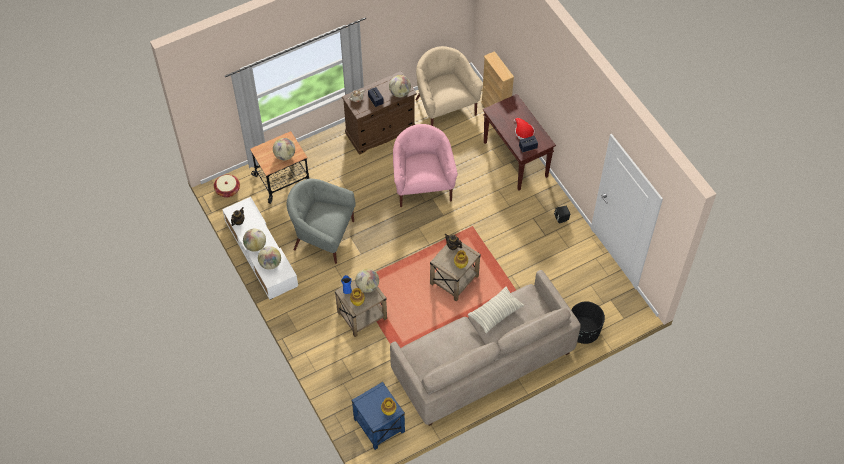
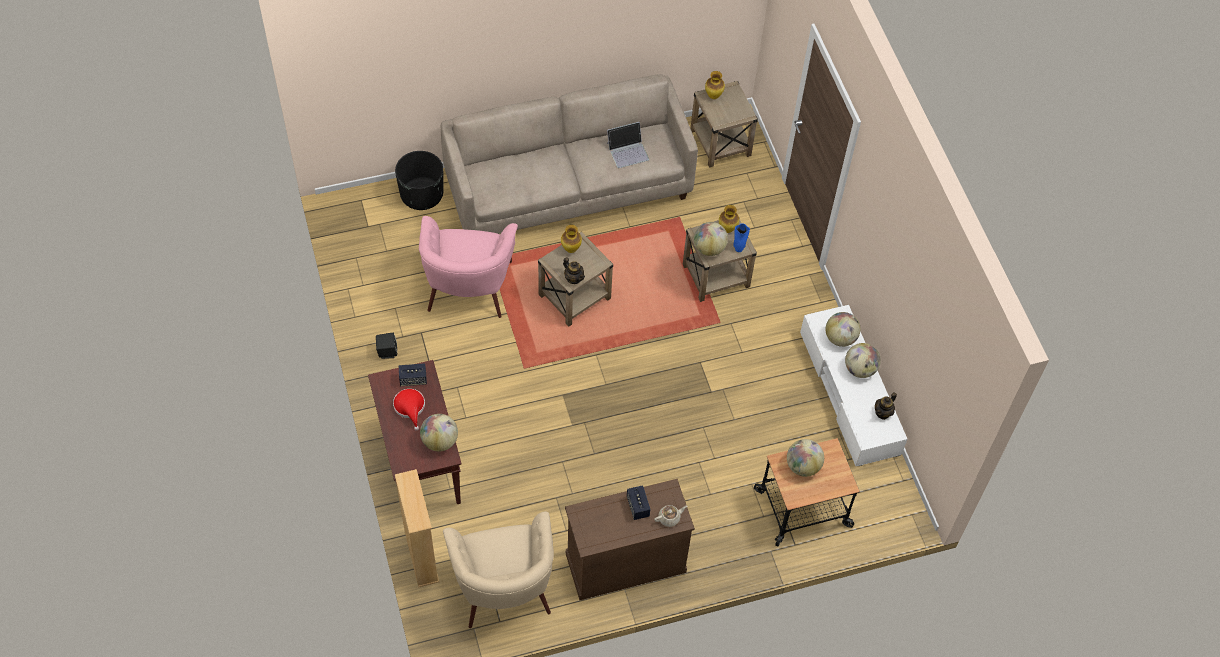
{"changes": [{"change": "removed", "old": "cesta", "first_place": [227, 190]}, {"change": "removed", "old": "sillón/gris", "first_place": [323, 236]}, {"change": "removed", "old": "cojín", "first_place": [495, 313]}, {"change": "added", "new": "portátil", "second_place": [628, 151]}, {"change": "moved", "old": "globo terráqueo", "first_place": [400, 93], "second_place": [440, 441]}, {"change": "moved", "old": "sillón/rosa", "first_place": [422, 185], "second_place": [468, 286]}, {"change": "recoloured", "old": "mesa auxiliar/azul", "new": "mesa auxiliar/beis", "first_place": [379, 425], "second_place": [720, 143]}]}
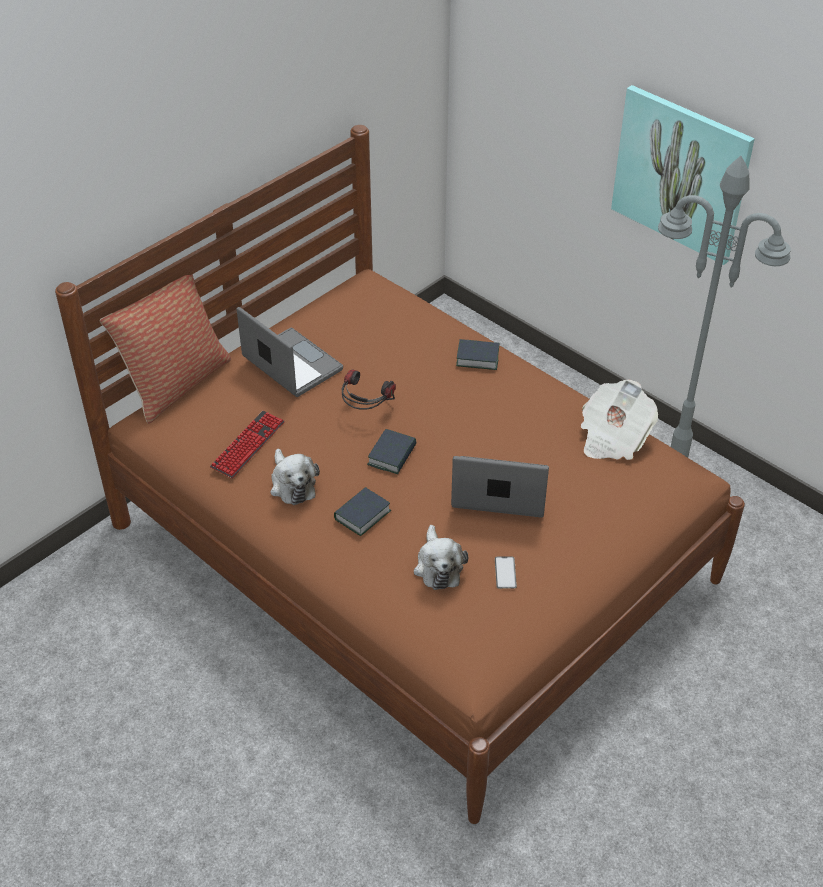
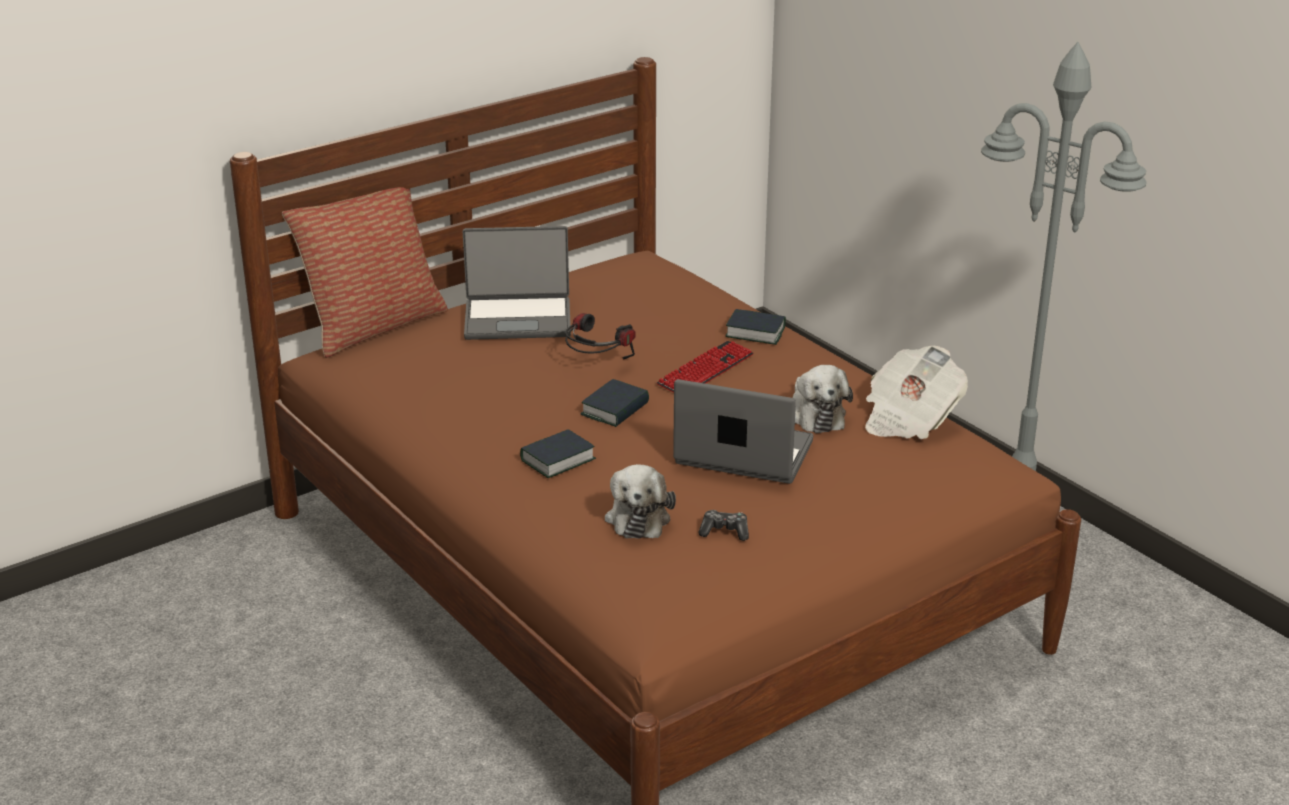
{"changes": [{"change": "removed", "old": "cuadro", "first_place": [680, 174]}, {"change": "moved", "old": "teclado", "first_place": [248, 445], "second_place": [705, 370]}, {"change": "moved", "old": "peluche", "first_place": [292, 484], "second_place": [815, 415]}, {"change": "replaced", "old": "móvil", "new": "mando de consola", "first_place": [505, 572], "second_place": [724, 531]}, {"change": "turned", "old": "portátil", "first_place": [291, 365], "second_place": [518, 319], "degrees": 120}]}
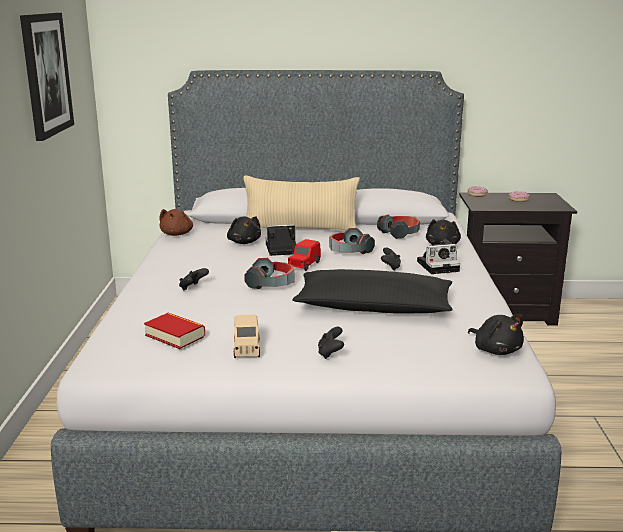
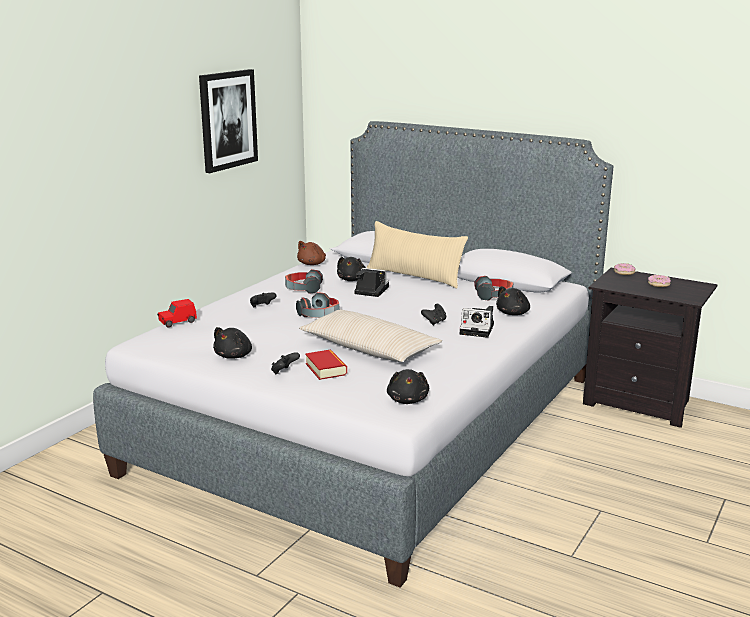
{"changes": [{"change": "moved", "old": "libro", "first_place": [175, 336], "second_place": [326, 369]}, {"change": "moved", "old": "coche de juguete/rojo", "first_place": [304, 265], "second_place": [177, 322]}, {"change": "moved", "old": "auriculares", "first_place": [349, 251], "second_place": [303, 289]}, {"change": "replaced", "old": "coche de juguete/beis", "new": "peluche/negro", "first_place": [246, 349], "second_place": [234, 356]}, {"change": "recoloured", "old": "cojín/negro", "new": "cojín/beis", "first_place": [373, 307], "second_place": [369, 349]}]}
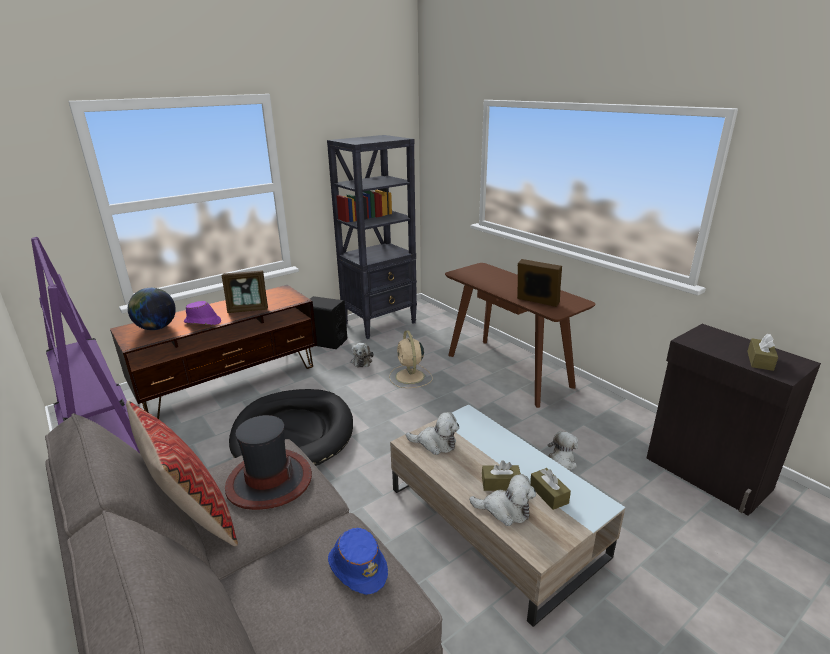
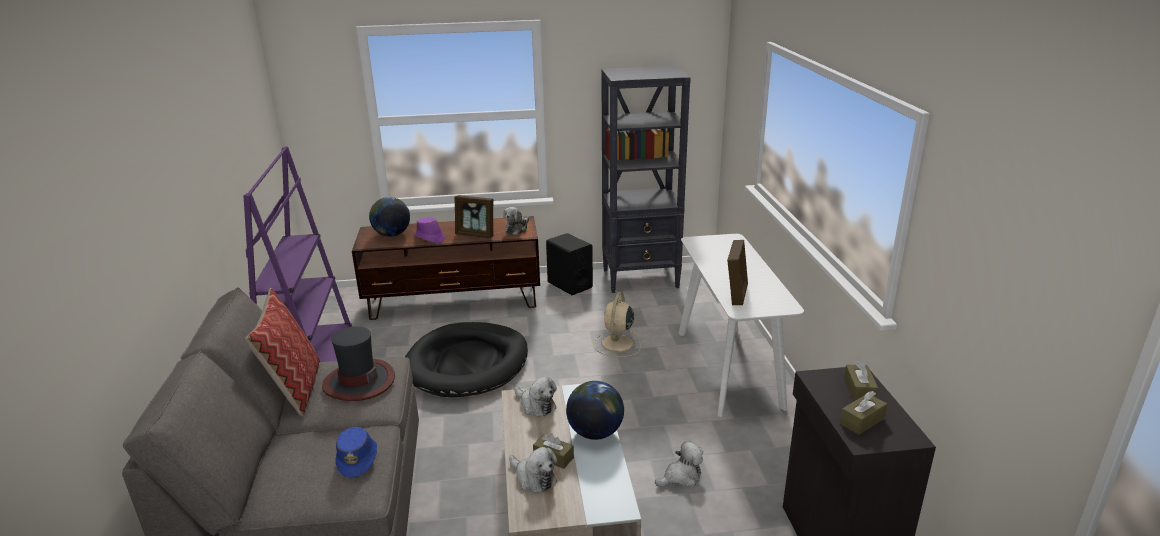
{"changes": [{"change": "added", "new": "globo terráqueo", "second_place": [595, 432]}, {"change": "moved", "old": "peluche", "first_place": [361, 361], "second_place": [517, 229]}, {"change": "moved", "old": "caja de pañuelos/marrón", "first_place": [549, 494], "second_place": [859, 390]}, {"change": "recoloured", "old": "mesa consola/marrón", "new": "mesa consola/blanco", "first_place": [508, 370], "second_place": [729, 368]}, {"change": "turned", "old": "portarretratos", "first_place": [536, 302], "second_place": [736, 294], "degrees": 45}]}
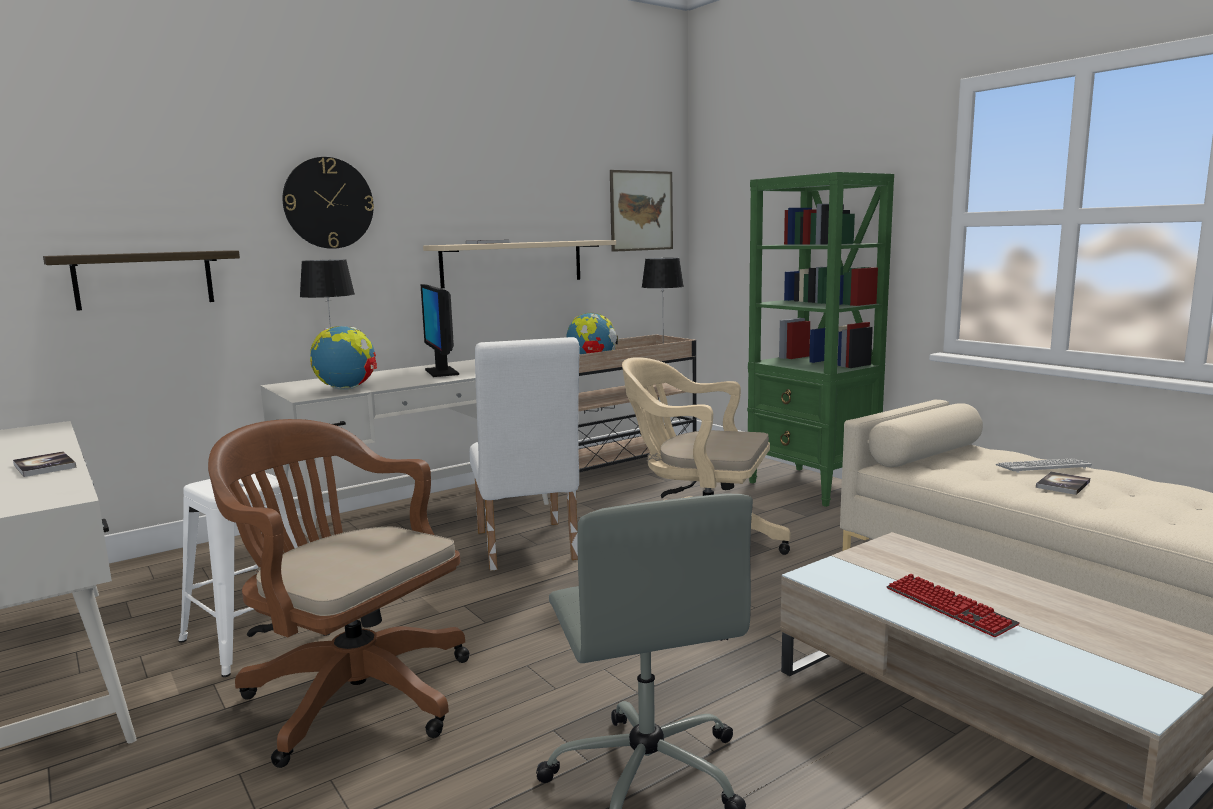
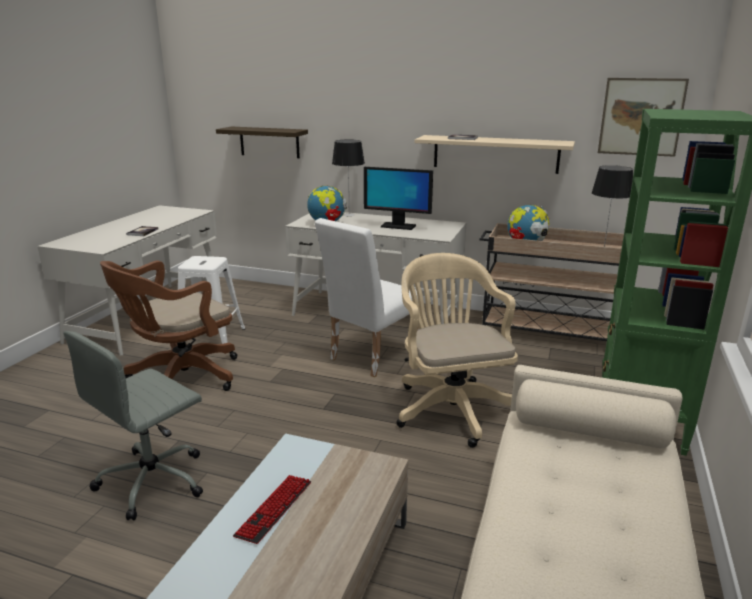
{"changes": [{"change": "removed", "old": "reloj de pared", "first_place": [328, 203]}, {"change": "removed", "old": "teclado", "first_place": [1043, 466]}, {"change": "removed", "old": "libro", "first_place": [1063, 484]}, {"change": "turned", "old": "silla de oficina/marrón", "first_place": [350, 693], "second_place": [179, 379], "degrees": -135}, {"change": "turned", "old": "monitor", "first_place": [441, 372], "second_place": [398, 226], "degrees": -105}]}
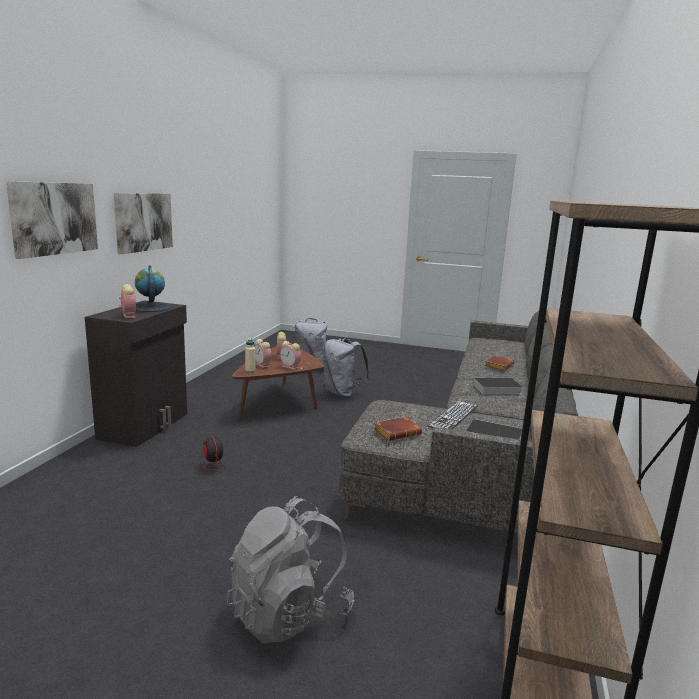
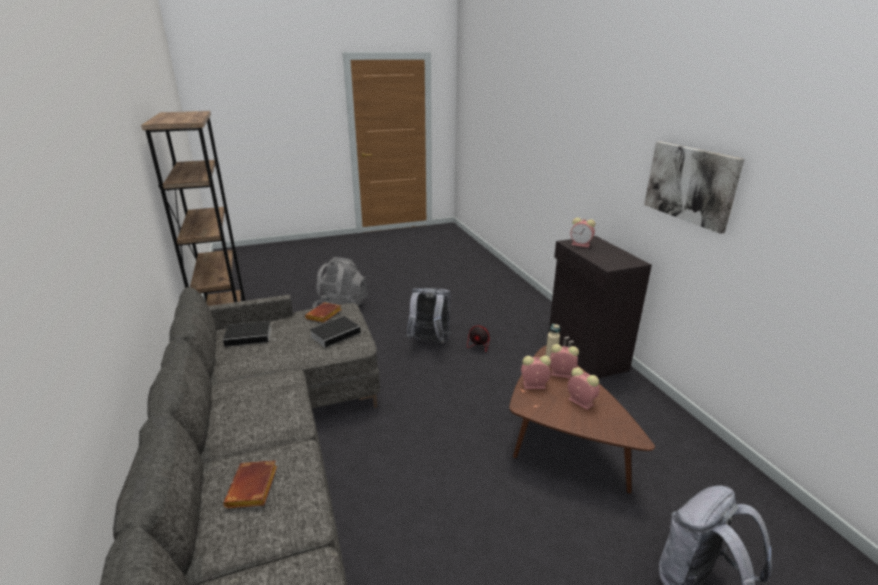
{"changes": [{"change": "removed", "old": "cuadro", "first_place": [54, 218]}, {"change": "removed", "old": "globo terráqueo", "first_place": [151, 307]}, {"change": "removed", "old": "teclado", "first_place": [453, 416]}, {"change": "moved", "old": "mochila/gris", "first_place": [342, 393], "second_place": [429, 343]}, {"change": "moved", "old": "libro", "first_place": [495, 389], "second_place": [336, 333]}]}
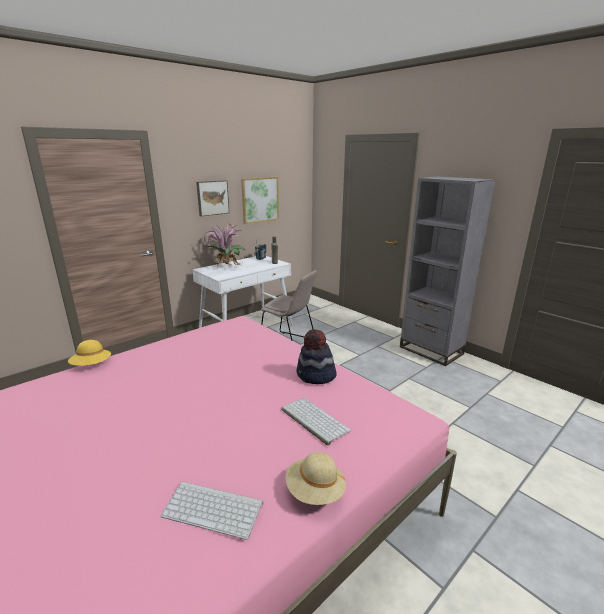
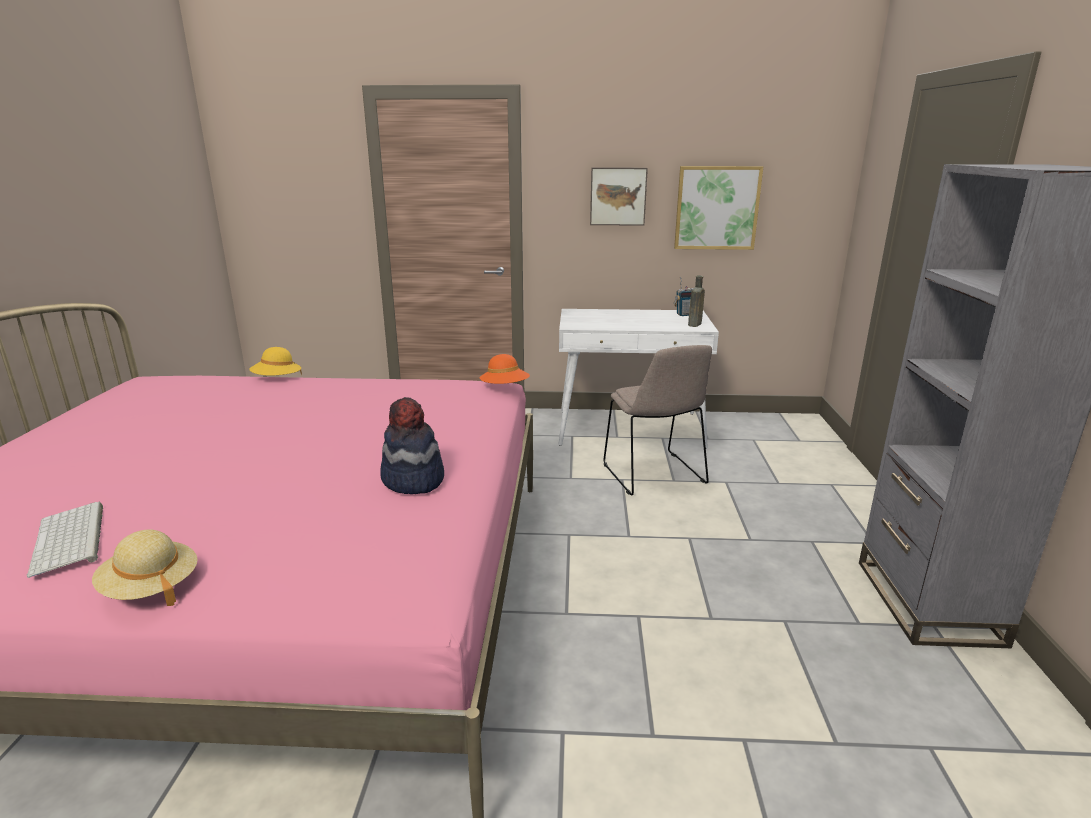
{"changes": [{"change": "removed", "old": "planta en maceta", "first_place": [225, 267]}, {"change": "removed", "old": "teclado", "first_place": [313, 420]}, {"change": "added", "new": "sombrero/naranja", "second_place": [505, 388]}]}
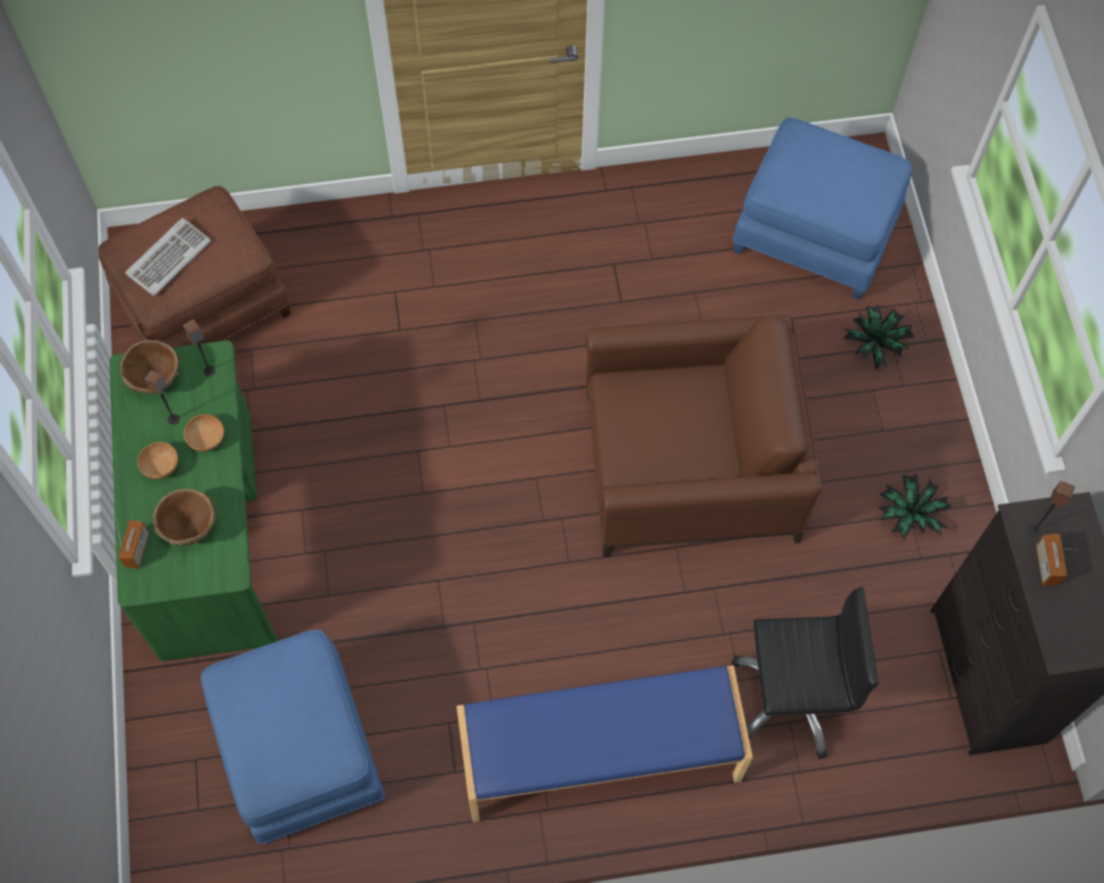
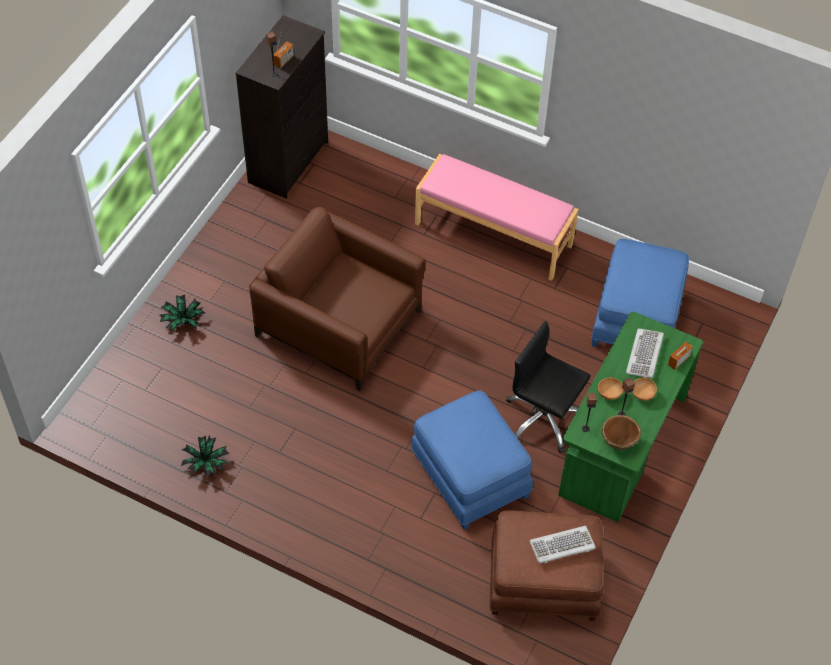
{"changes": [{"change": "moved", "old": "puf/azul", "first_place": [815, 234], "second_place": [469, 477]}, {"change": "moved", "old": "silla de oficina/negro", "first_place": [793, 694], "second_place": [543, 419]}, {"change": "moved", "old": "planta en maceta", "first_place": [910, 514], "second_place": [206, 463]}, {"change": "replaced", "old": "cuenco/marrón", "new": "teclado", "first_place": [189, 528], "second_place": [645, 355]}, {"change": "recoloured", "old": "banco/azul", "new": "banco/rosa", "first_place": [600, 758], "second_place": [493, 234]}]}
